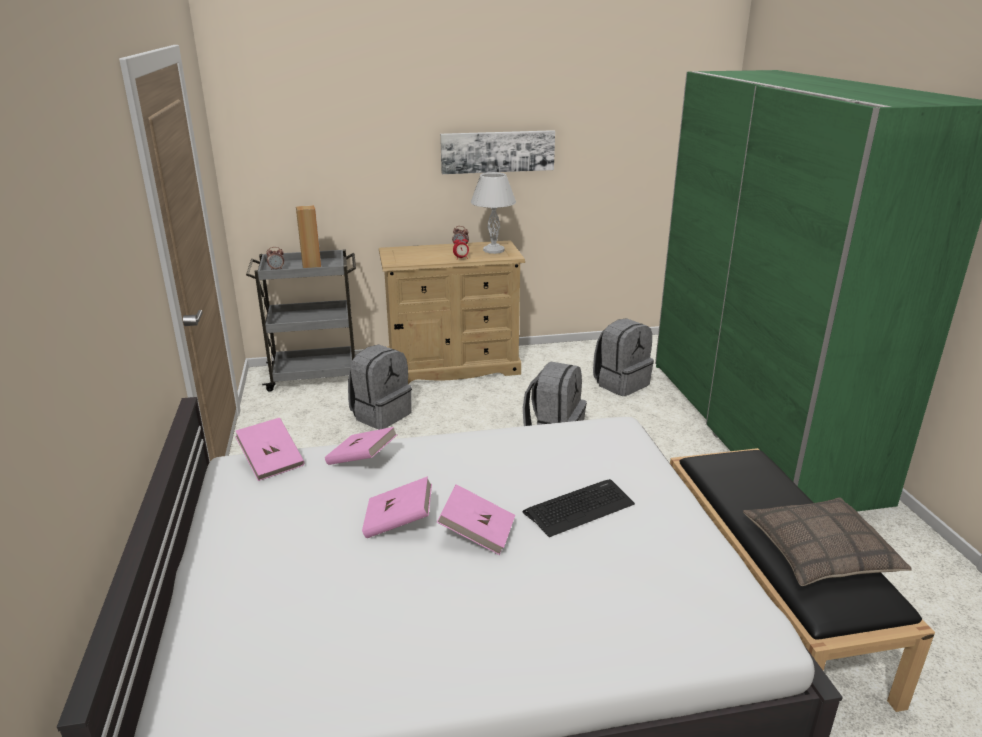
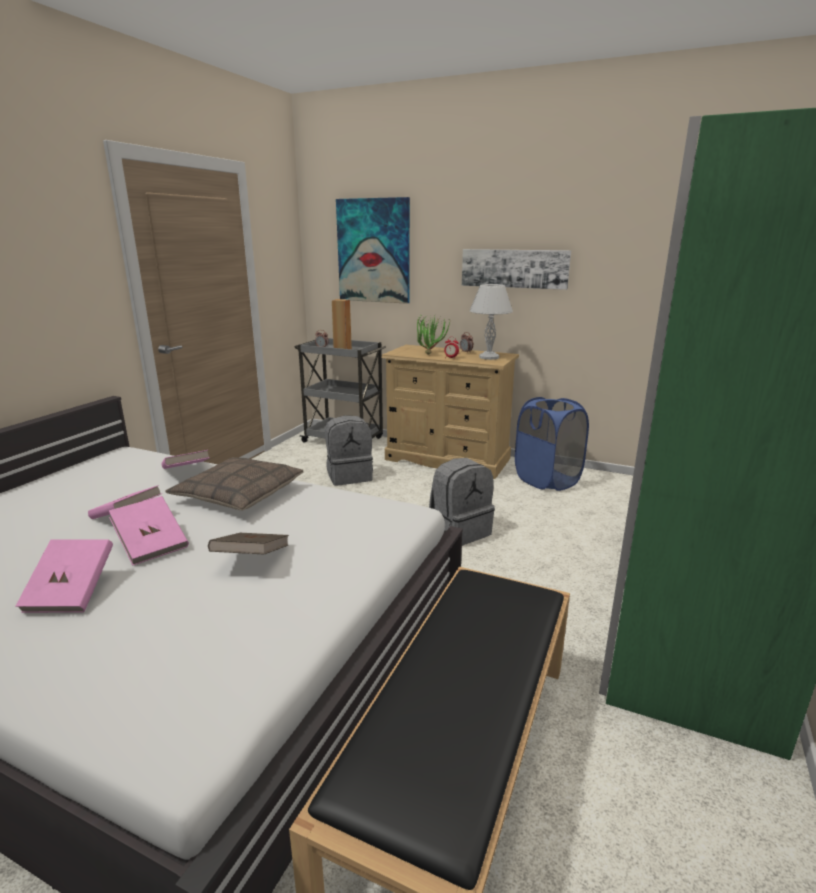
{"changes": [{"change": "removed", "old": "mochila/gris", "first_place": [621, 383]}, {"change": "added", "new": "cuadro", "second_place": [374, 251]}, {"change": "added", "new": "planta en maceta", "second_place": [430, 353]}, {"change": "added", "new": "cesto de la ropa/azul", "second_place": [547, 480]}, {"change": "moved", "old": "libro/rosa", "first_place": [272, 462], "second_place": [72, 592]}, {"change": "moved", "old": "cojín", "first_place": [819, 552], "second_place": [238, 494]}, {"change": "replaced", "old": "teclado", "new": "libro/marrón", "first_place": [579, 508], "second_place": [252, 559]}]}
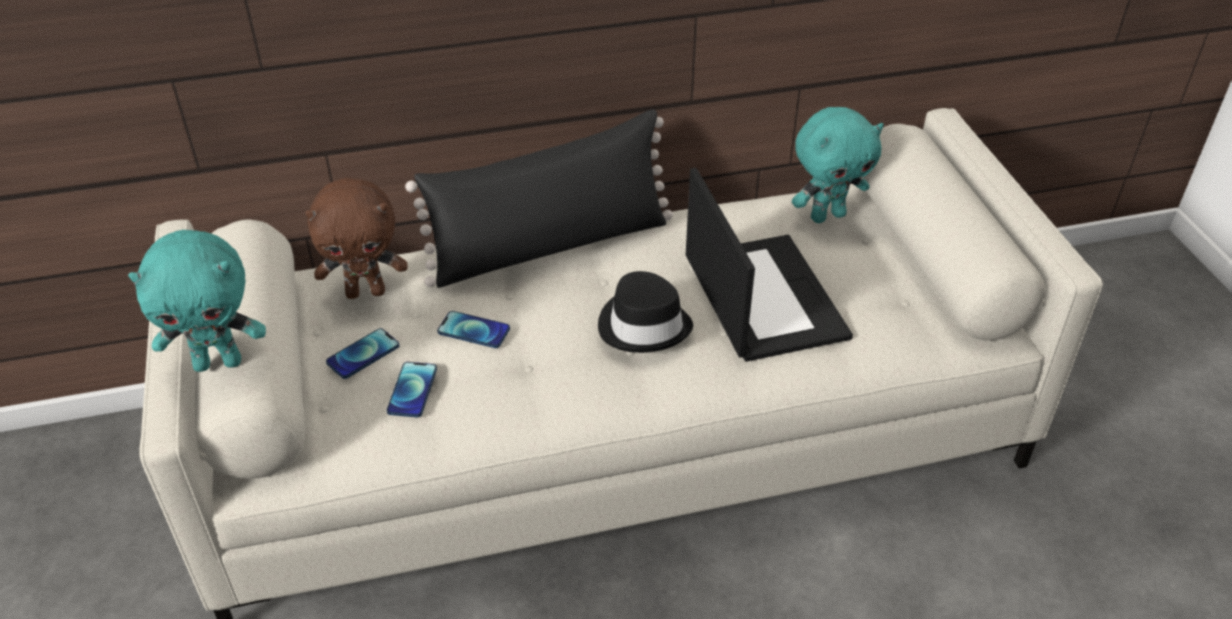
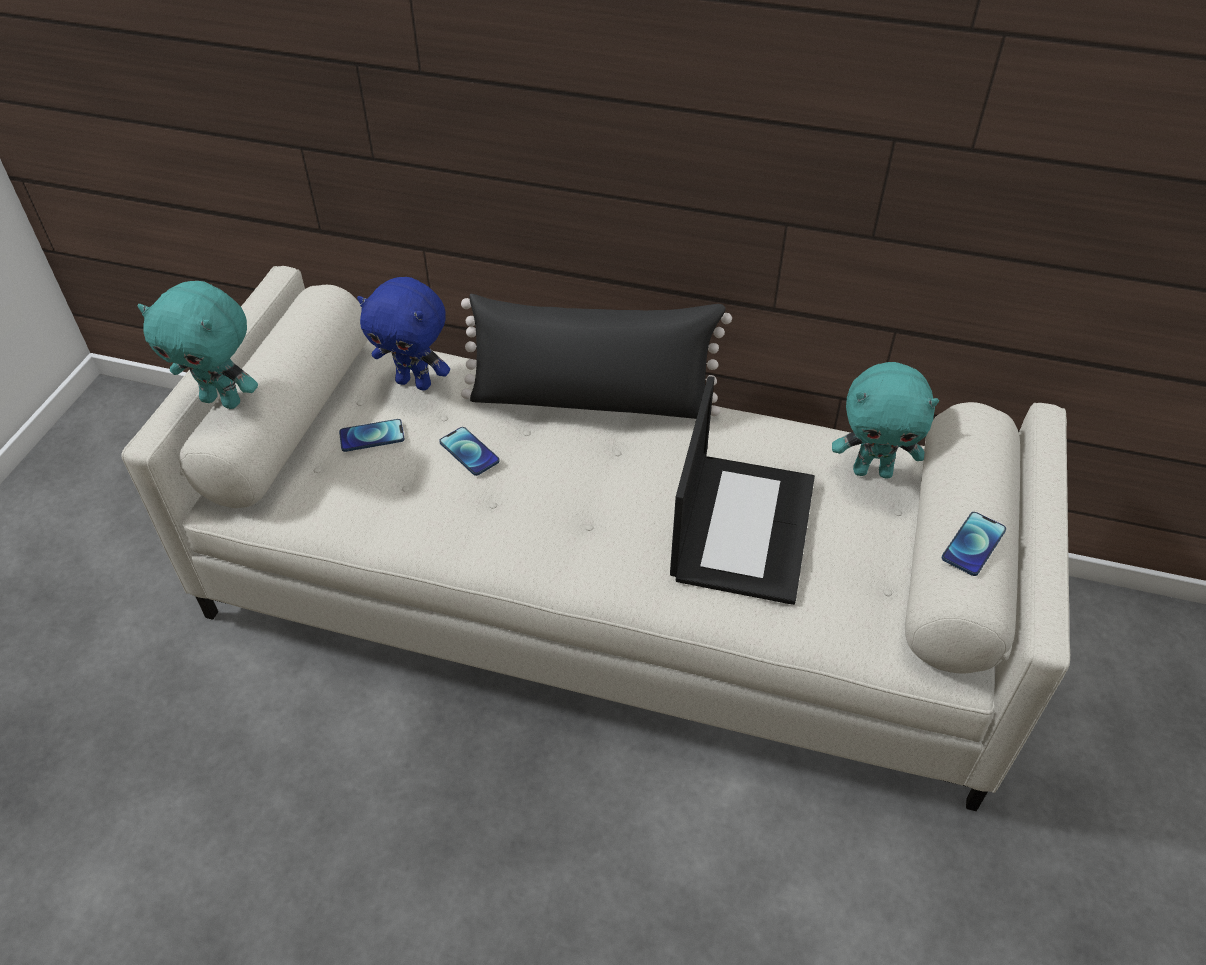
{"changes": [{"change": "removed", "old": "sombrero/negro", "first_place": [644, 325]}, {"change": "moved", "old": "móvil", "first_place": [412, 390], "second_place": [973, 544]}, {"change": "recoloured", "old": "peluche/marrón", "new": "peluche/azul", "first_place": [366, 292], "second_place": [415, 382]}]}
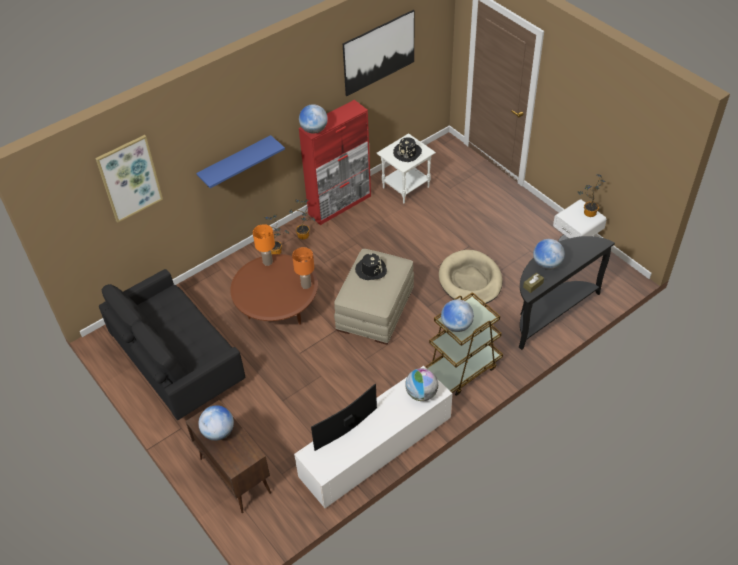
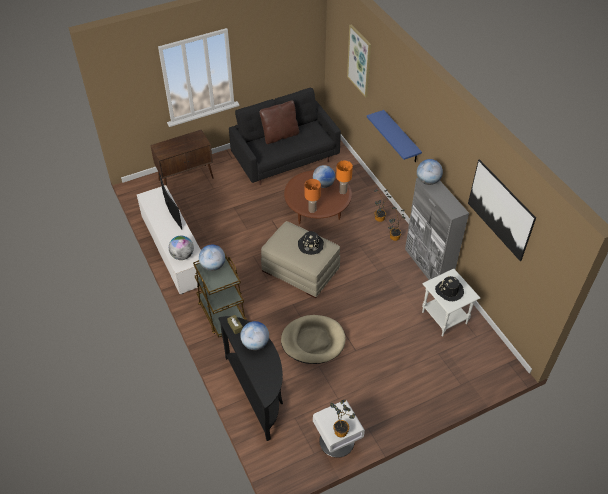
{"changes": [{"change": "added", "new": "cojín/marrón", "second_place": [280, 136]}, {"change": "moved", "old": "globo terráqueo", "first_place": [218, 432], "second_place": [323, 184]}, {"change": "recoloured", "old": "armario/rojo", "new": "armario/gris", "first_place": [340, 205], "second_place": [428, 266]}]}
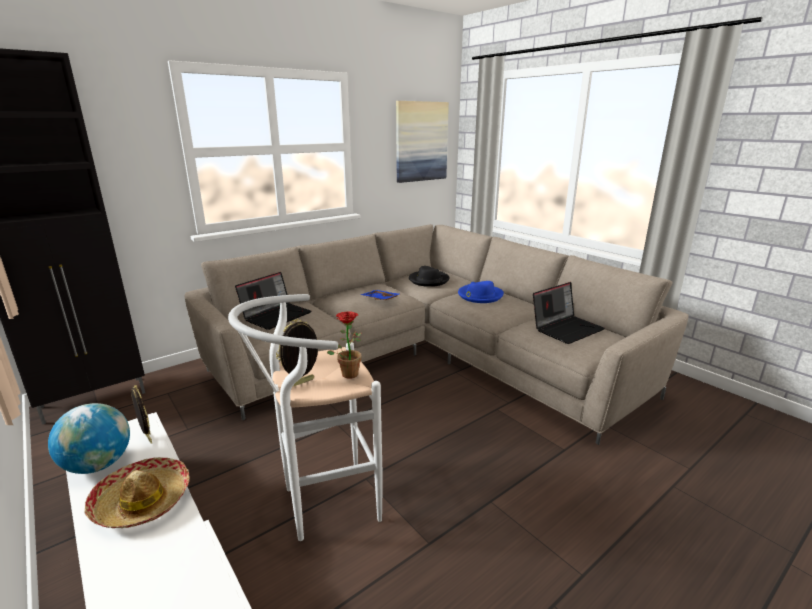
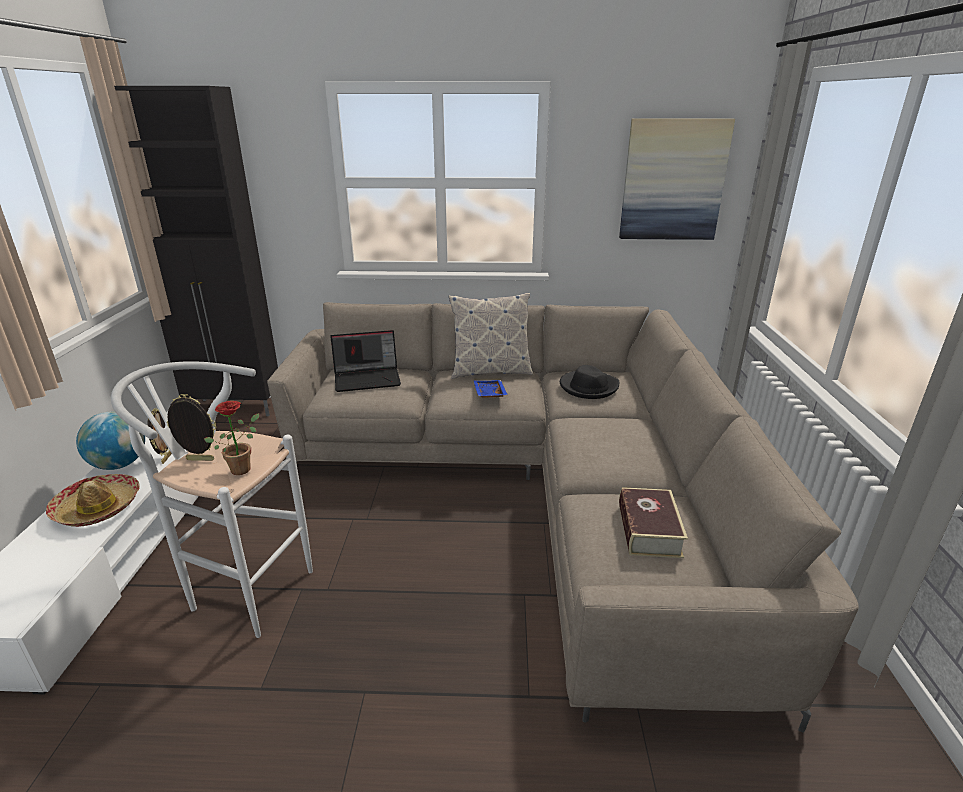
{"changes": [{"change": "removed", "old": "sombrero/azul", "first_place": [479, 296]}, {"change": "added", "new": "cojín", "second_place": [490, 371]}, {"change": "replaced", "old": "portátil", "new": "libro", "first_place": [566, 328], "second_place": [648, 530]}]}
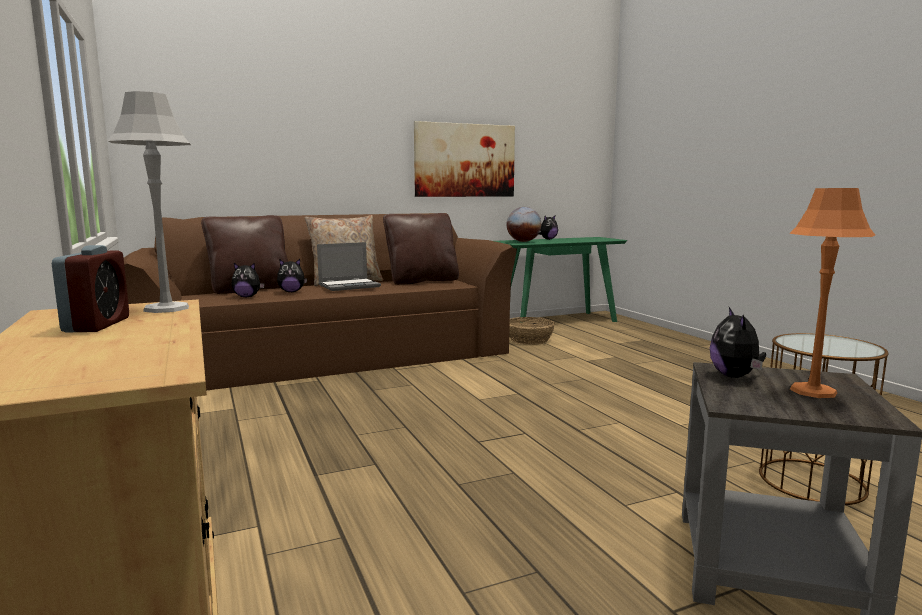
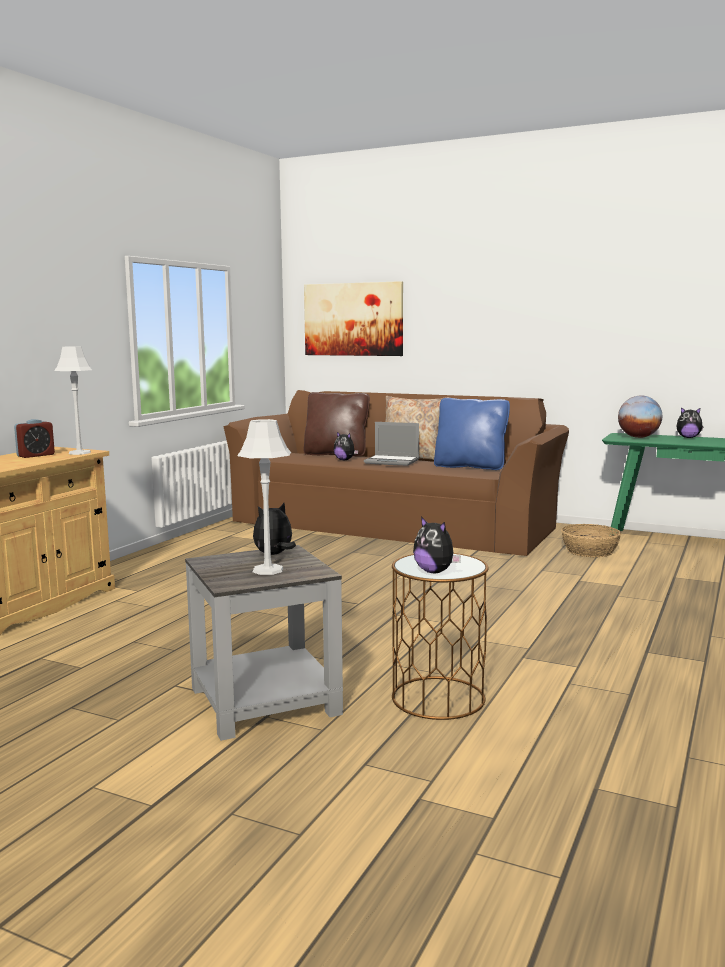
{"changes": [{"change": "moved", "old": "peluche", "first_place": [247, 297], "second_place": [435, 572]}, {"change": "moved", "old": "cuadro", "first_place": [465, 160], "second_place": [353, 319]}, {"change": "recoloured", "old": "cojín/marrón", "new": "cojín/azul", "first_place": [422, 281], "second_place": [470, 467]}, {"change": "recoloured", "old": "lámpara de mesa/naranja", "new": "lámpara de mesa/gris", "first_place": [813, 391], "second_place": [268, 570]}]}
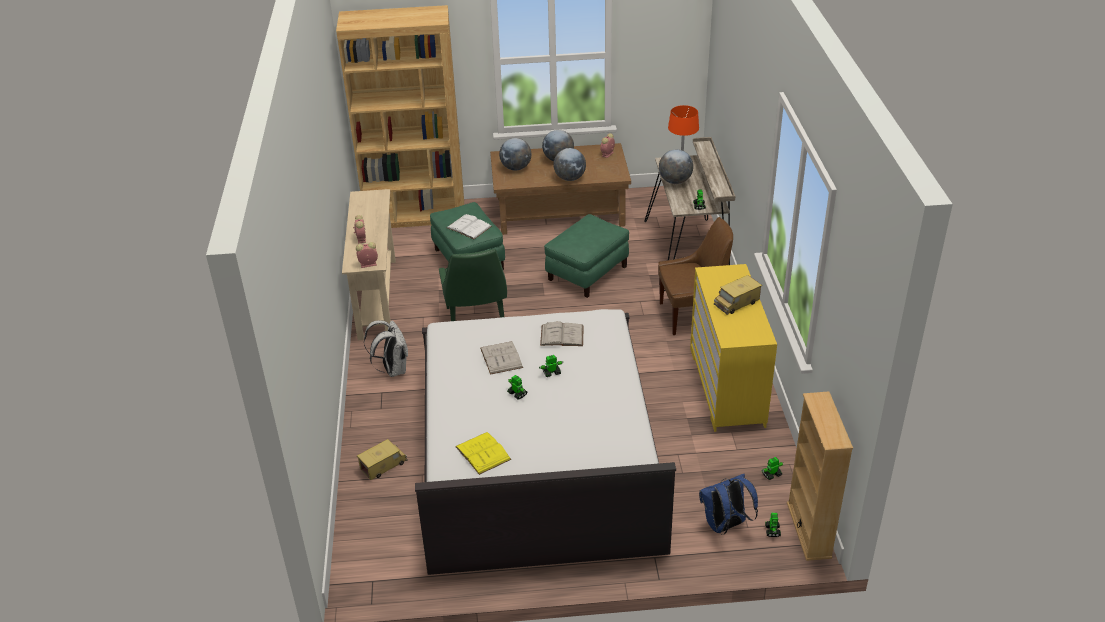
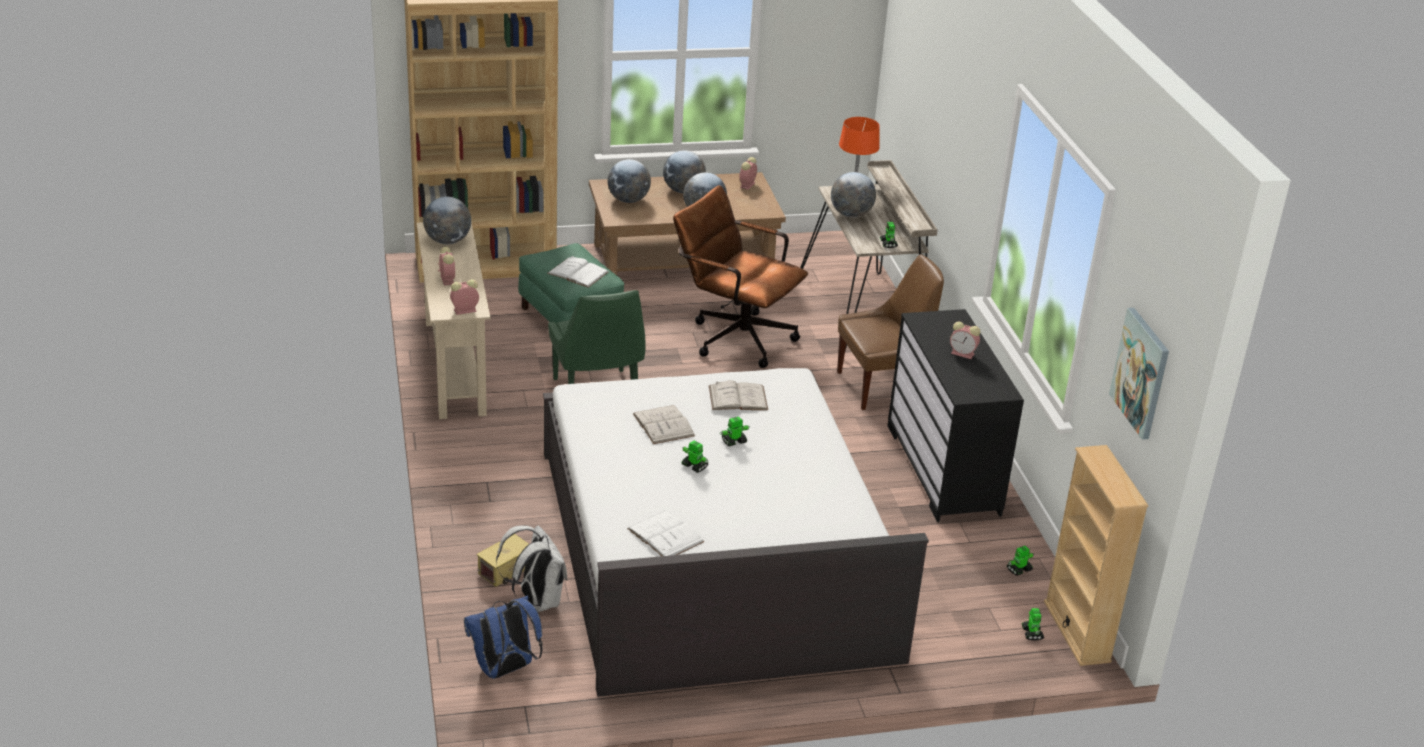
{"changes": [{"change": "added", "new": "globo terráqueo", "second_place": [447, 241]}, {"change": "added", "new": "cuadro", "second_place": [1141, 373]}, {"change": "moved", "old": "mochila/blanco", "first_place": [392, 369], "second_place": [536, 600]}, {"change": "moved", "old": "mochila/azul", "first_place": [725, 526], "second_place": [504, 670]}, {"change": "replaced", "old": "puf/verde", "new": "silla de oficina/marrón", "first_place": [587, 273], "second_place": [734, 336]}, {"change": "replaced", "old": "camión de juguete", "new": "despertador", "first_place": [736, 303], "second_place": [963, 354]}, {"change": "recoloured", "old": "libro/amarillo", "new": "libro/blanco", "first_place": [483, 453], "second_place": [665, 535]}, {"change": "recoloured", "old": "cómoda/amarillo", "new": "cómoda/negro", "first_place": [727, 386], "second_place": [944, 469]}]}
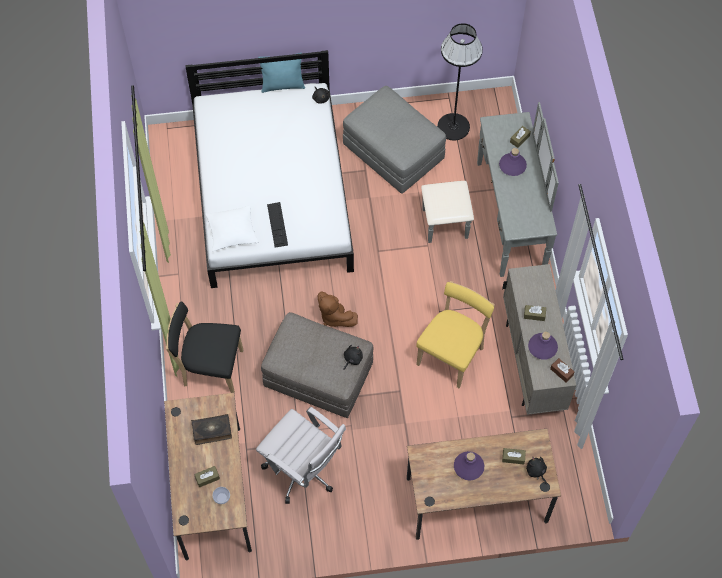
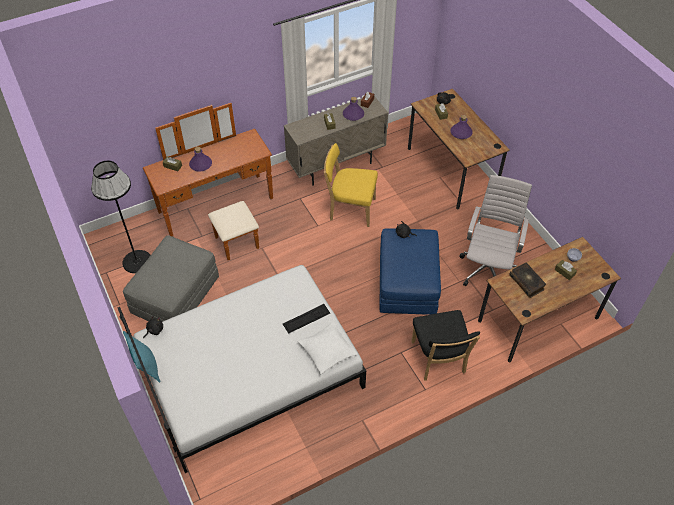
{"changes": [{"change": "removed", "old": "peluche/marrón", "first_place": [334, 316]}, {"change": "recoloured", "old": "puf/gris", "new": "puf/azul", "first_place": [318, 375], "second_place": [407, 284]}, {"change": "recoloured", "old": "cómoda/gris", "new": "cómoda/marrón", "first_place": [495, 218], "second_place": [221, 213]}]}
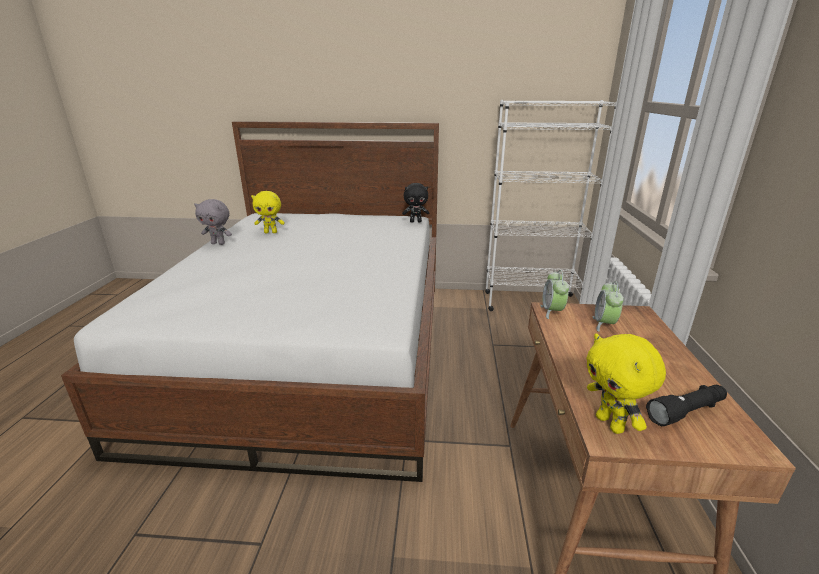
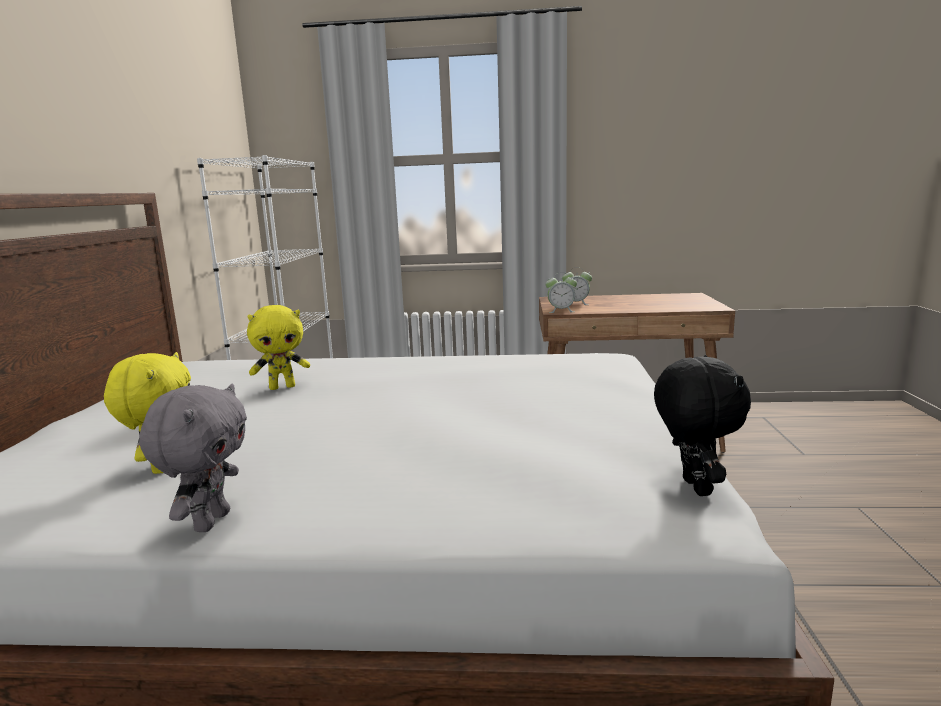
{"changes": [{"change": "removed", "old": "linterna/negro", "first_place": [687, 412]}, {"change": "moved", "old": "peluche/negro", "first_place": [416, 221], "second_place": [693, 487]}, {"change": "moved", "old": "peluche/amarillo", "first_place": [611, 424], "second_place": [282, 387]}]}
